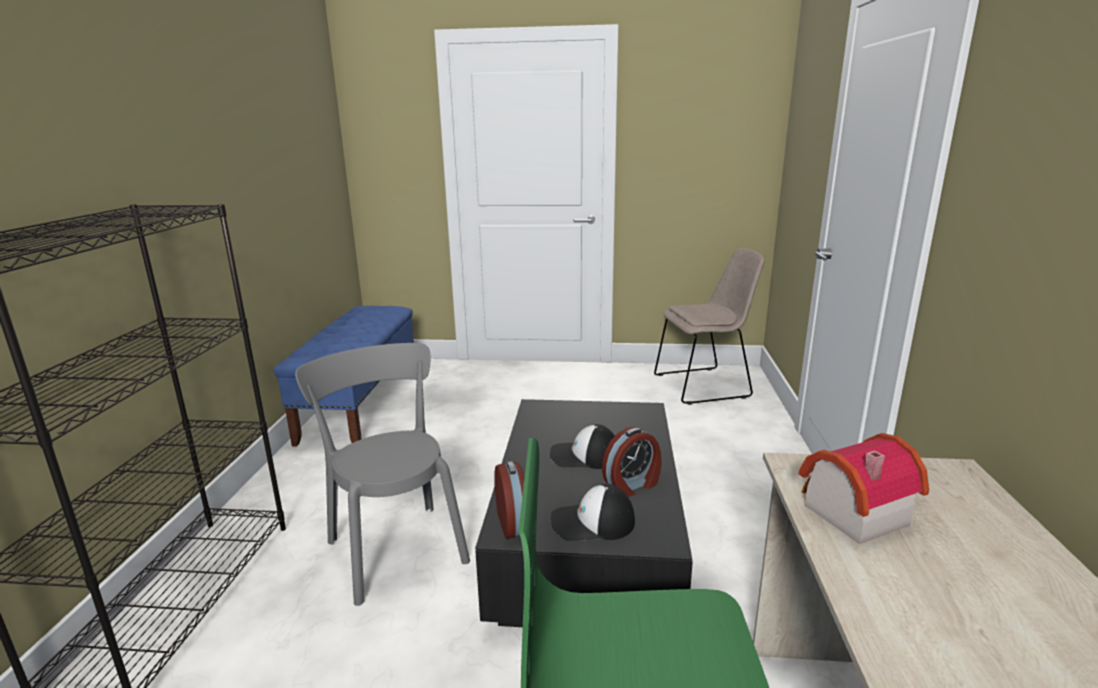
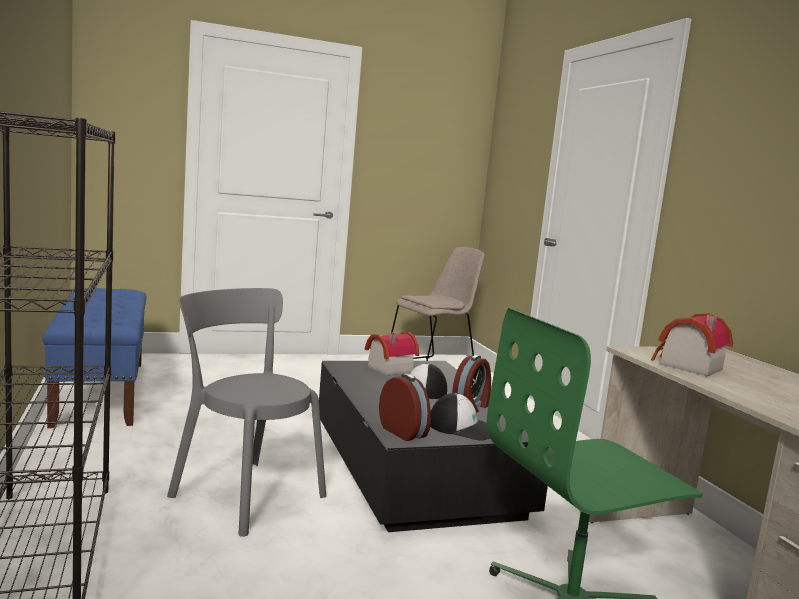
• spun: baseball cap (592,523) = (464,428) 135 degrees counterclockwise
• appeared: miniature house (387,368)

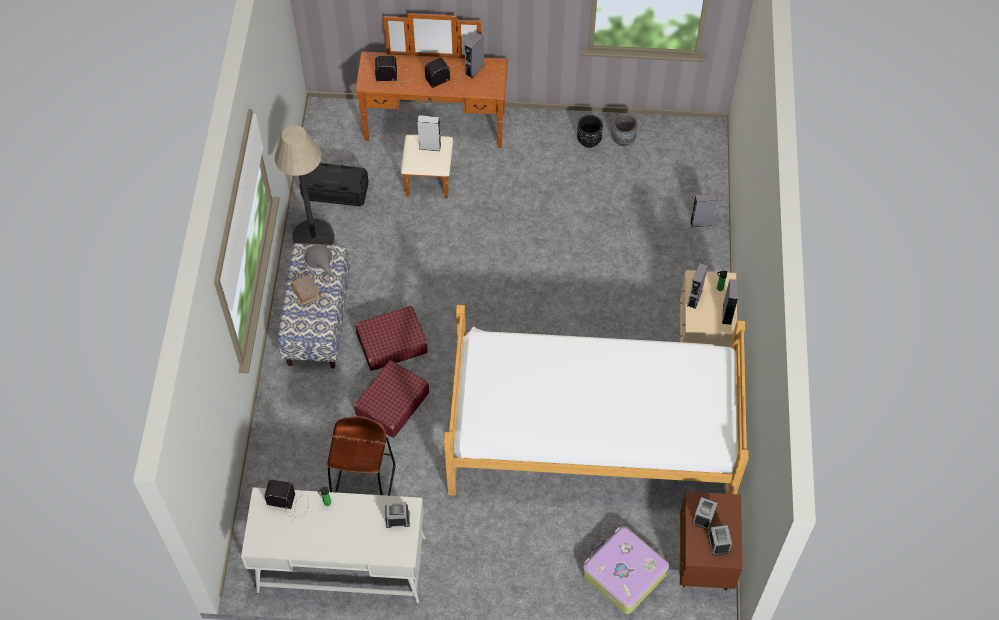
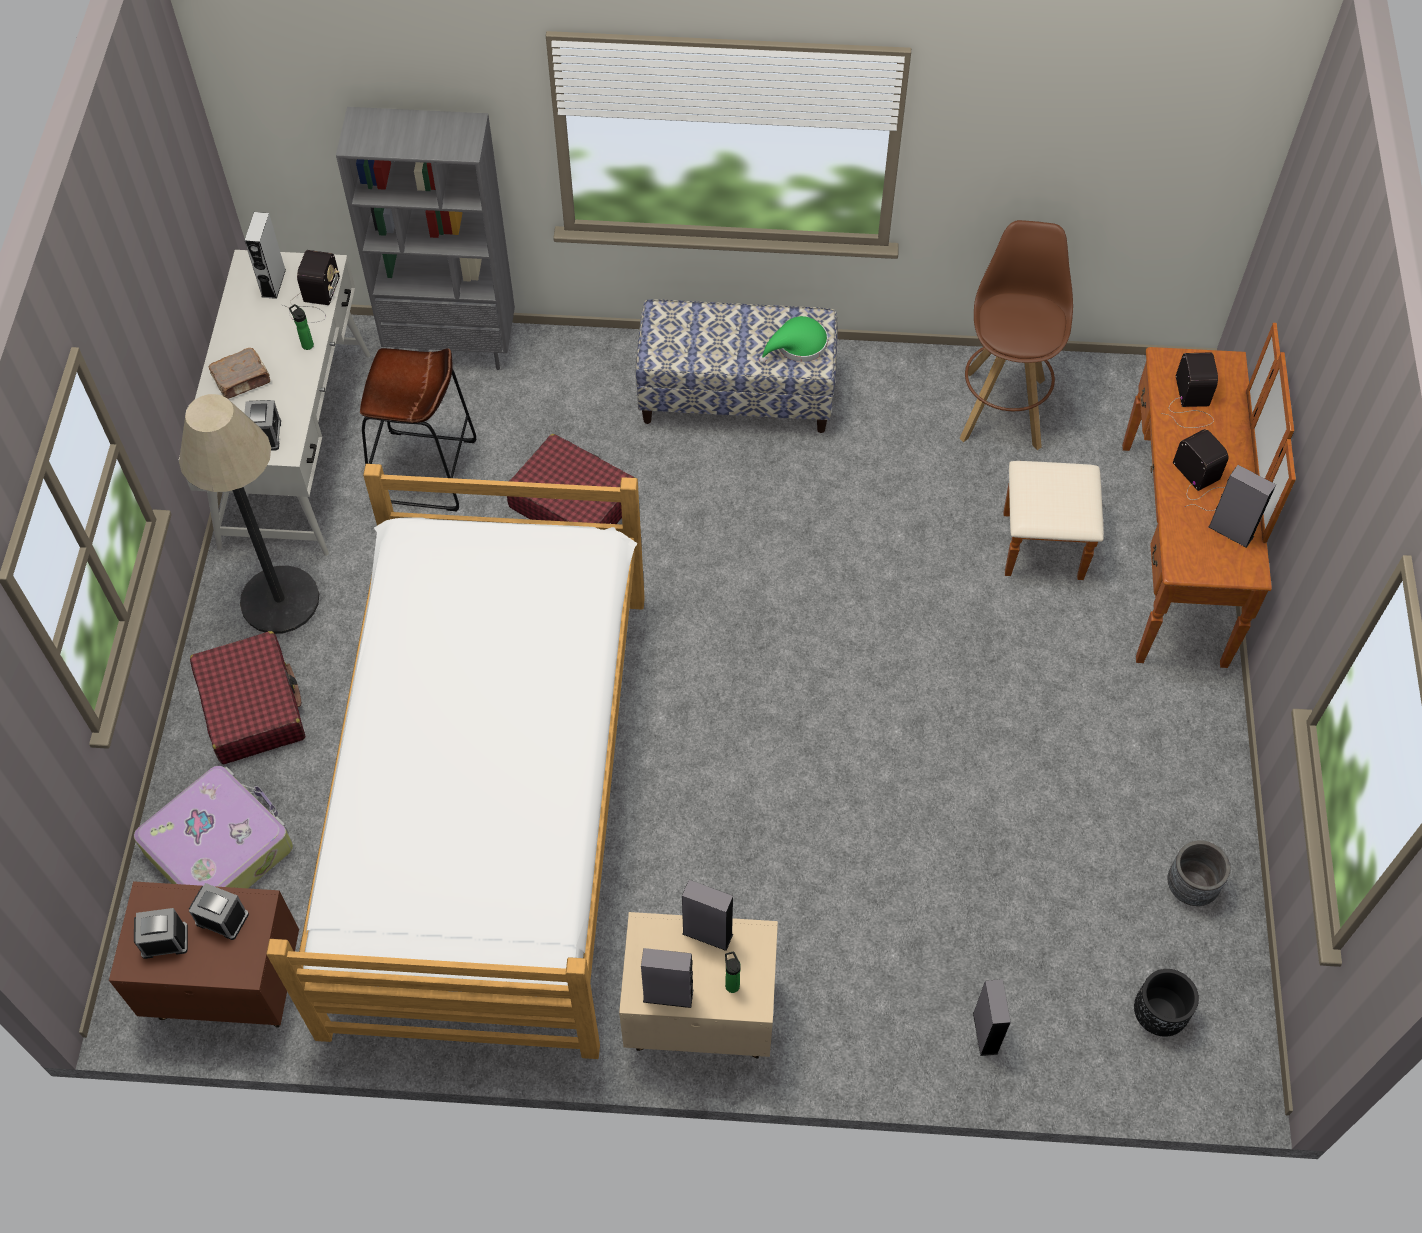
• relocated: standard lamp (313,236) to (280,600)
• relocated: brown bound book (307,292) to (242,380)
• exchanged: black storage box (335,191) to brown stool seat (1003,407)
• colour: greyish wearable hat (320,262) to green-coloured wearable hat (797,346)
• relocated: red-coloured piece of luggage (391,343) to (252,706)
• relocated: greyish loudspeaker (430,147) to (273,283)
• relocated: black flower pot (589,140) to (1158,1015)
• appeared: greyish bookcase (453,346)

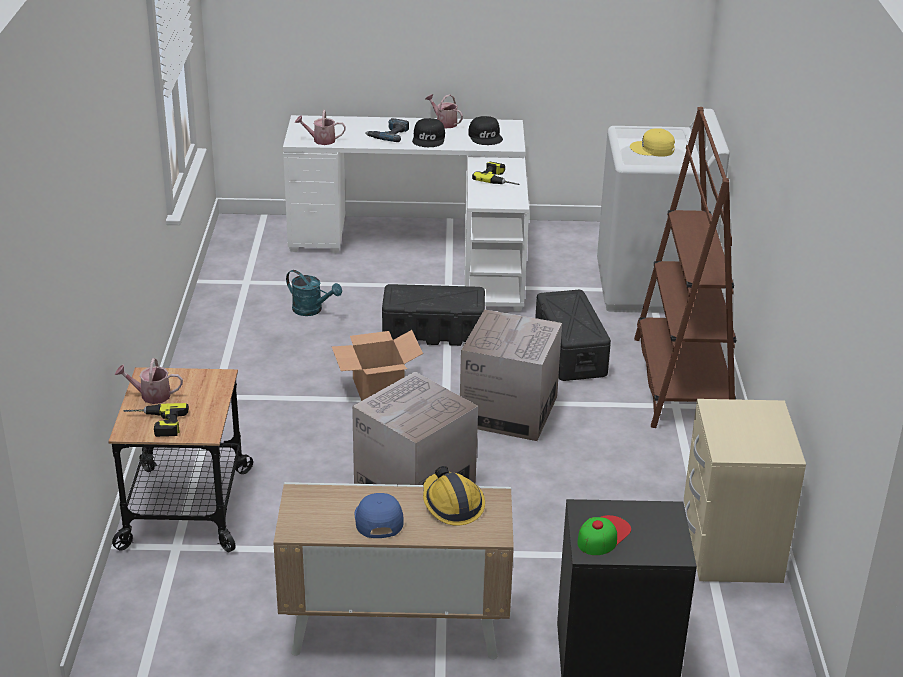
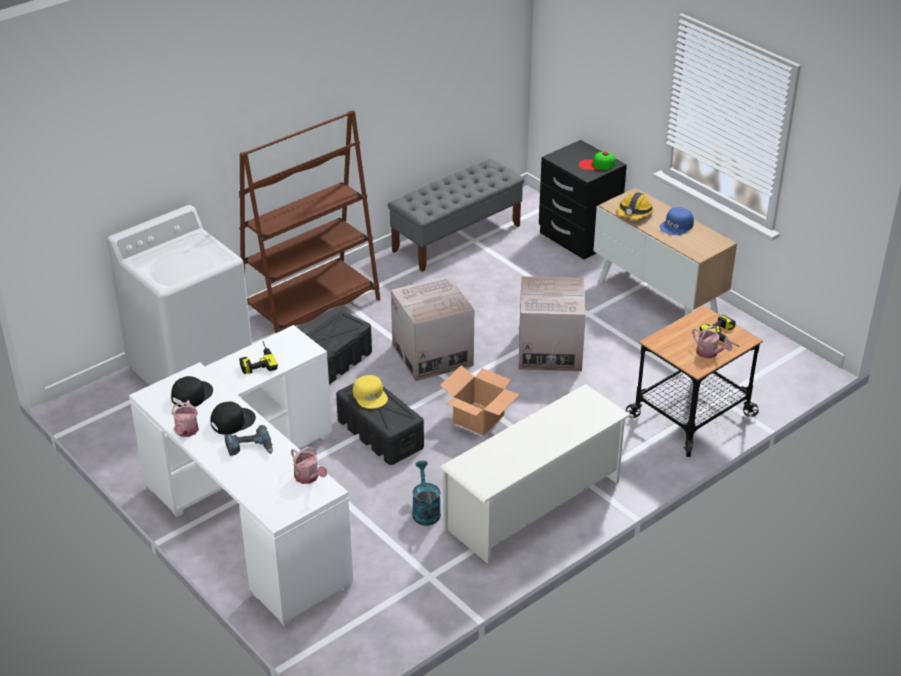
• relocated: yellowish baseball cap (652,149) to (370,395)
• exchanged: beige-coloured nightstand (730,547) to greyish indoor bench (457,238)
• appeared: whitish shoe shelf (534,505)

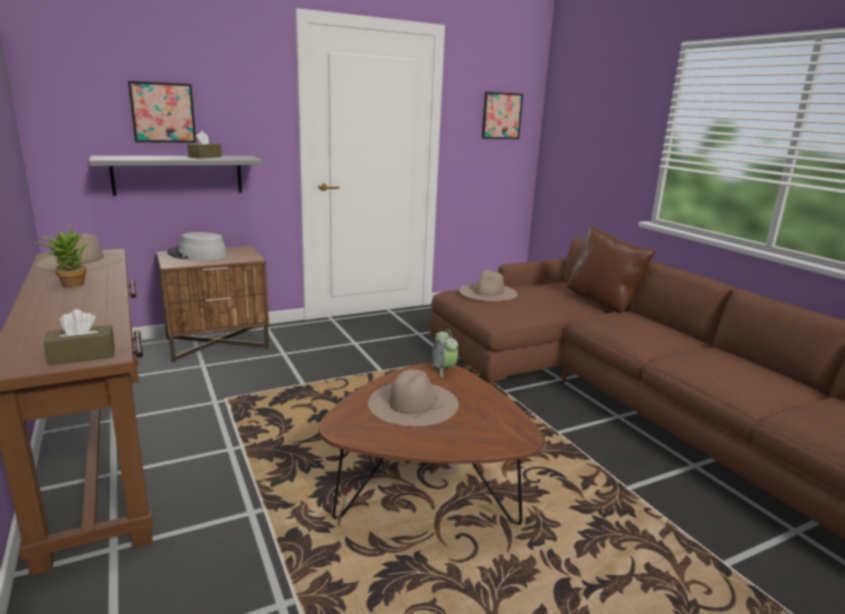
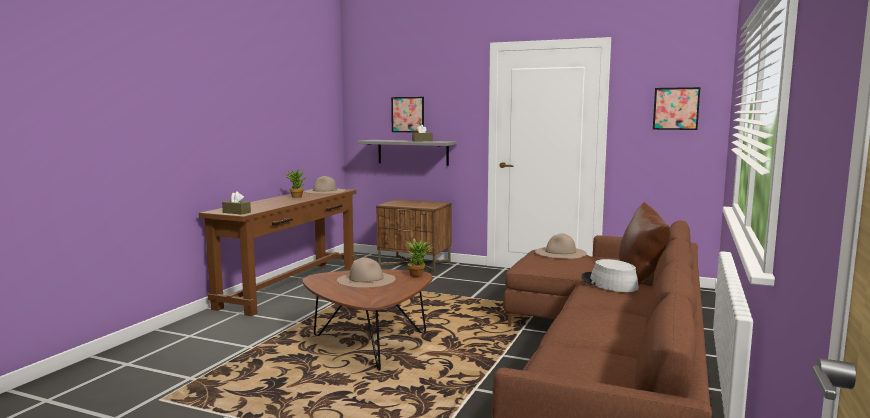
• relocated: greyish wearable hat (197,255) to (609,283)
• exchanged: table clock (443,369) to potted plant (419,275)

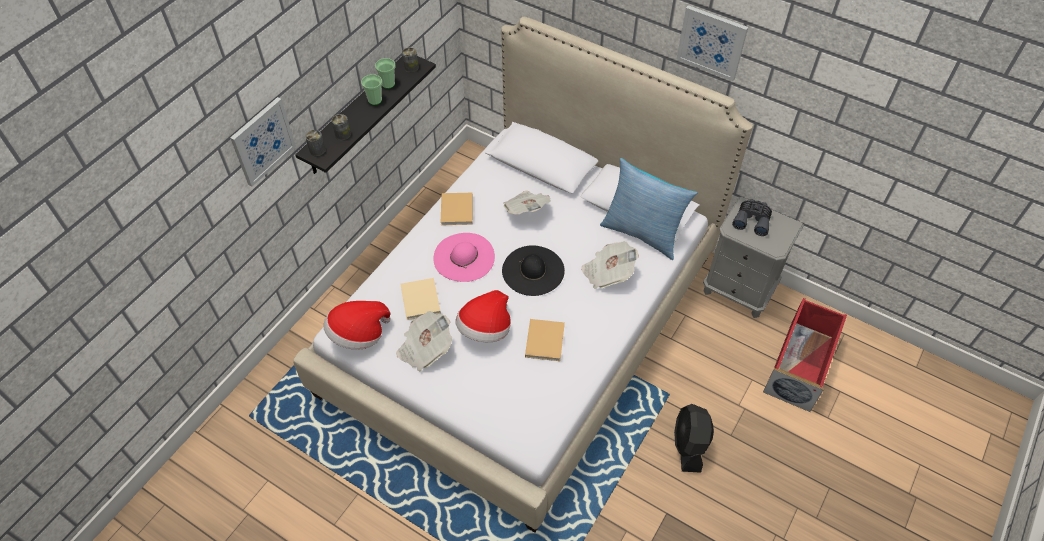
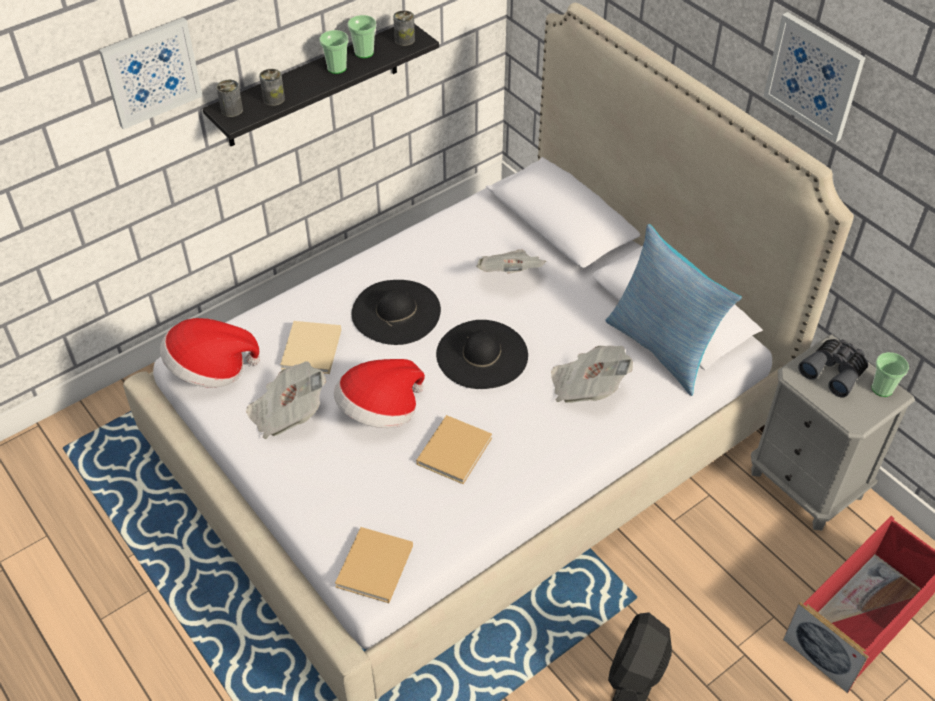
• colour: pinkish wearable hat (464,257) to black wearable hat (396,312)
• relocated: beige-coloured bound book (457,211) to (373,568)
• appeared: cup (882,388)

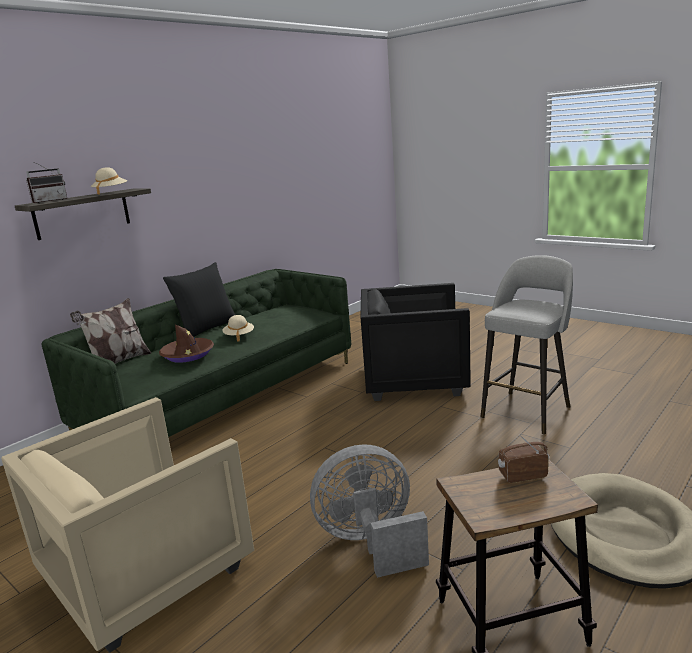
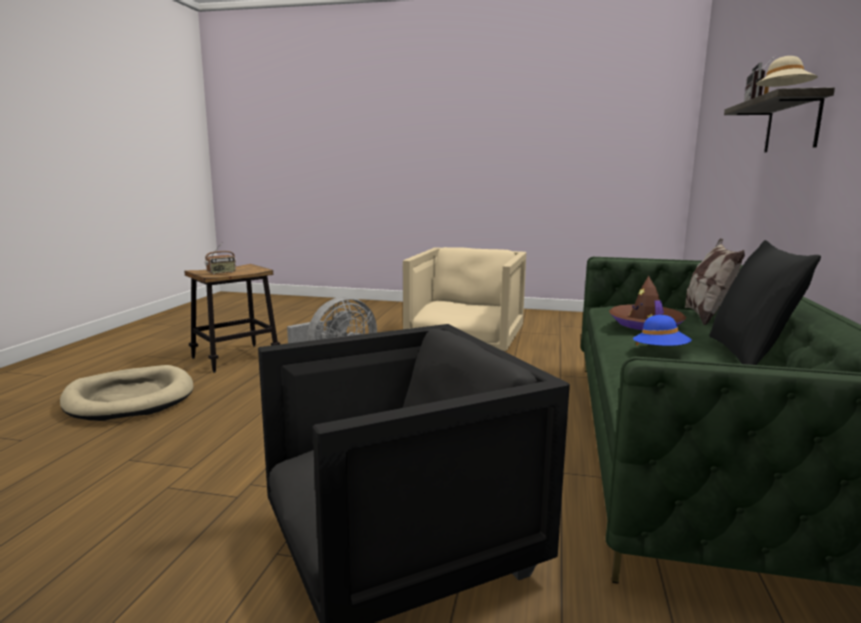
• colour: beige-coloured wearable hat (239,336) to blue wearable hat (660,352)
• missing: greyish stool seat (527,411)

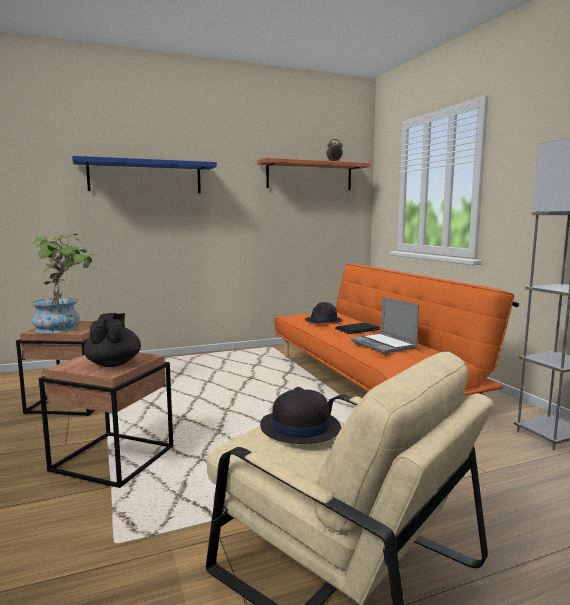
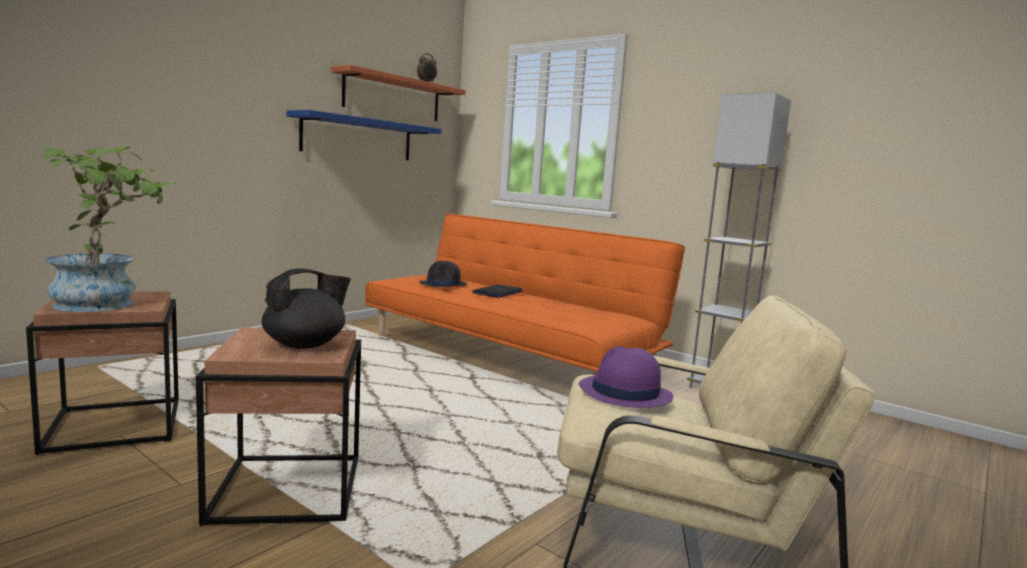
• relocated: blue wall shelf (145,177) to (358,138)
• spun: black teapot (114,364) = (306,345) 90 degrees clockwise
• colour: black wearable hat (300,427) to purple wearable hat (624,393)
• missing: notebook computer (384,345)

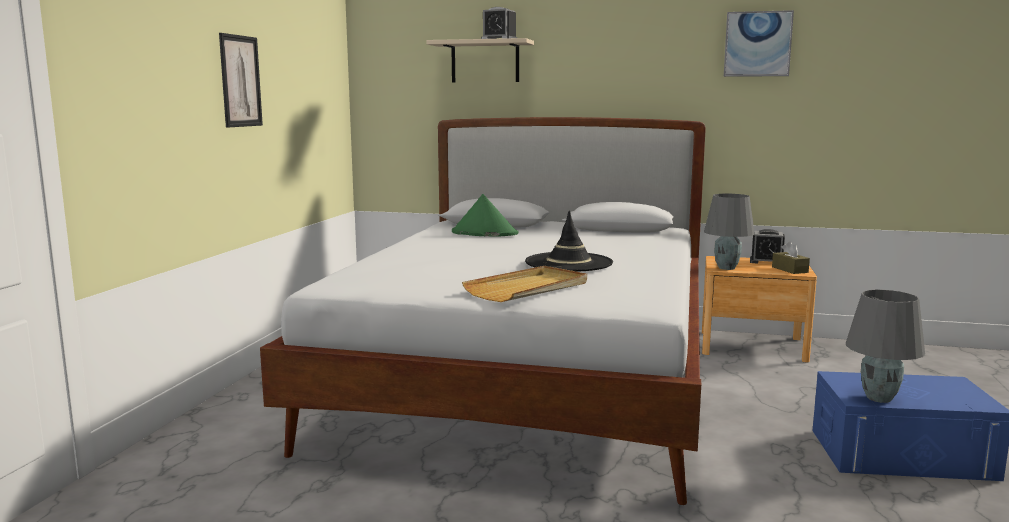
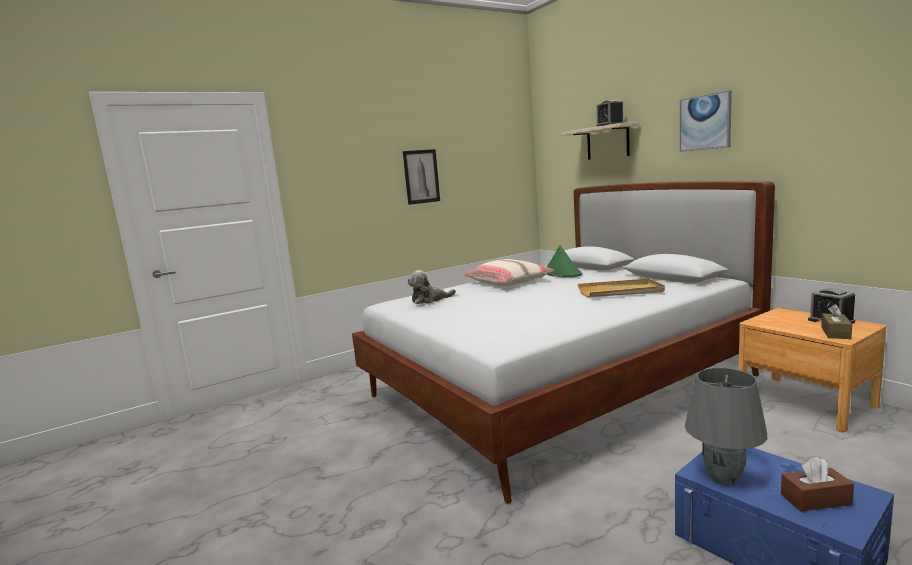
• relocated: beige-coloured tray (528,288) to (620,291)
• missing: black wearable hat (569,263)
• missing: greyish tabletop lamp (727,268)
• relocated: wall art (757,44) to (705,122)
• appeared: cuddly toy (430,300)
• appeared: beige-coloured cushion (508,282)
• appeared: brown tissue box (815,499)

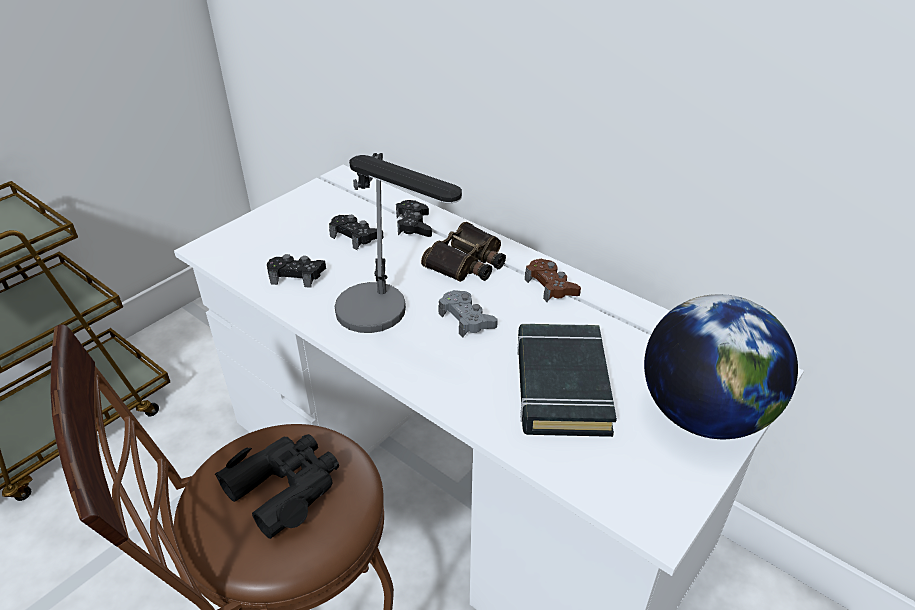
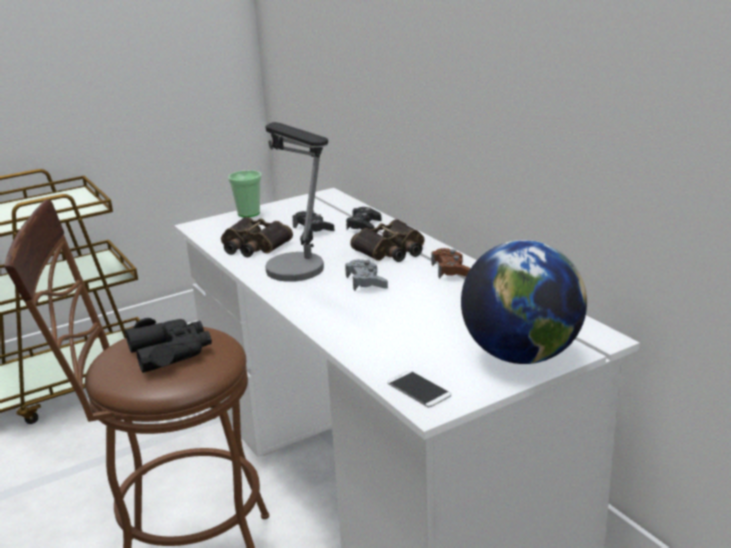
• exchanged: black joypad (297,275) to binoculars (253,246)
• missing: black bound book (561,385)
• appeared: cup (249,213)
• appeared: phone (418,390)

